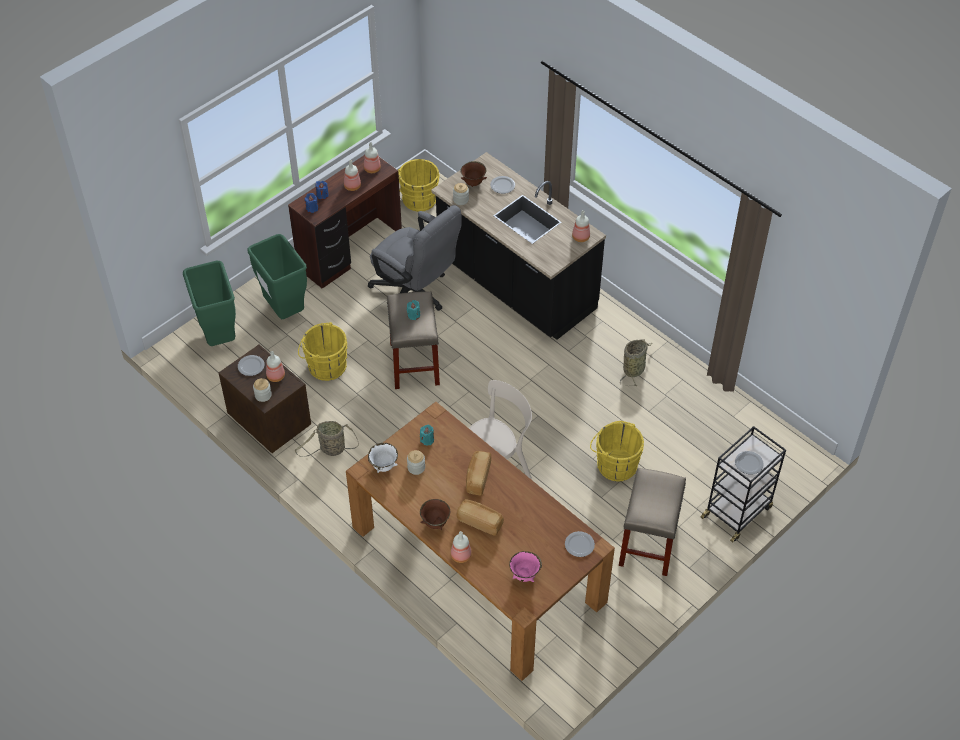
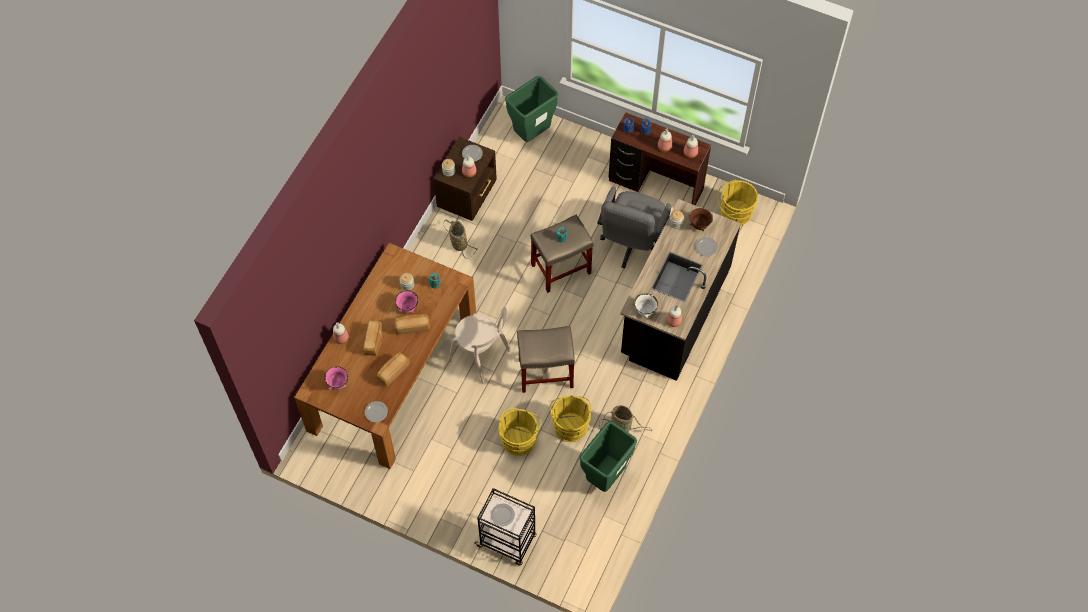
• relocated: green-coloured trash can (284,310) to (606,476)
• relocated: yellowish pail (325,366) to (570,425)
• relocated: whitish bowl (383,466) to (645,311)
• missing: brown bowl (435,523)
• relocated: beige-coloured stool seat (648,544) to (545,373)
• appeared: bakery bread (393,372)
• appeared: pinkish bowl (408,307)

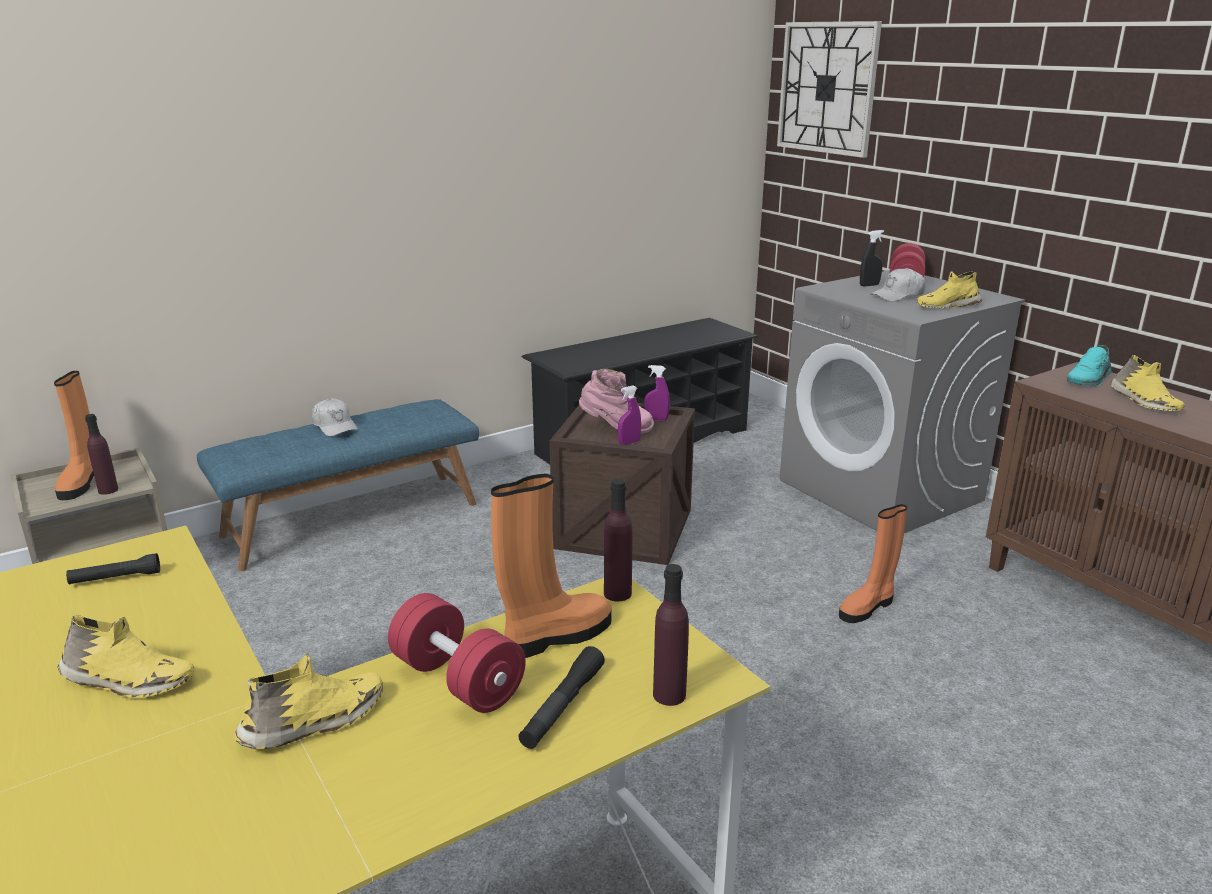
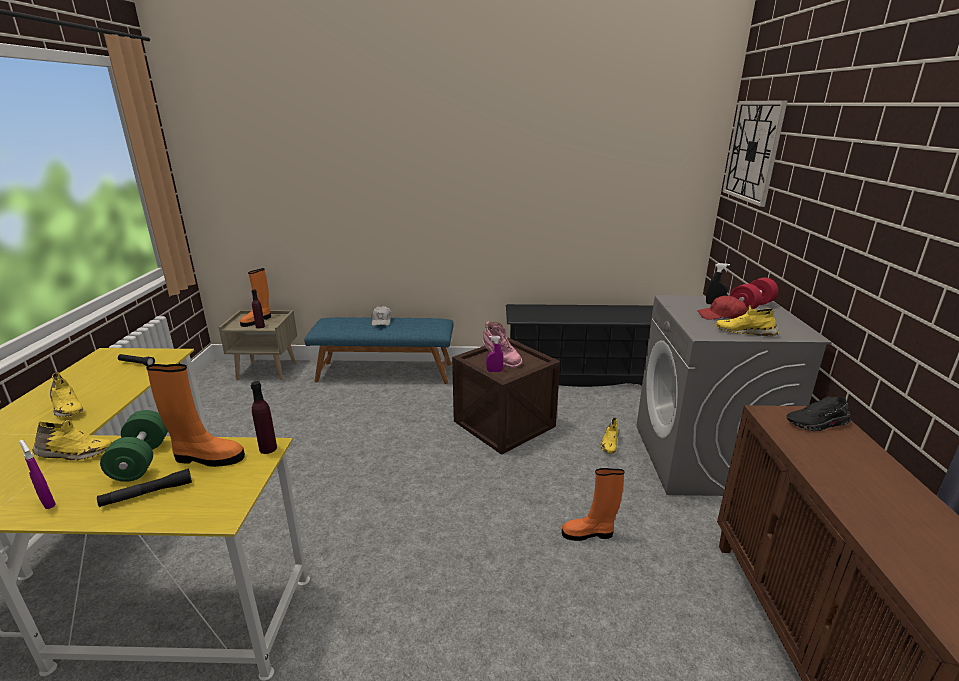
• colour: red-coloured hand weight (457,680) to green-coloured hand weight (141,460)
• relocated: purple sprayer (656,419) to (48,503)
• missing: purple bottle (669,694)
• colour: whitish baseball cap (898,295) to red-coloured baseball cap (721,316)
• colour: blue-green item of footwear (1089,380) to black item of footwear (817,424)
• relocated: yellowish item of footwear (1143,402) to (609,443)

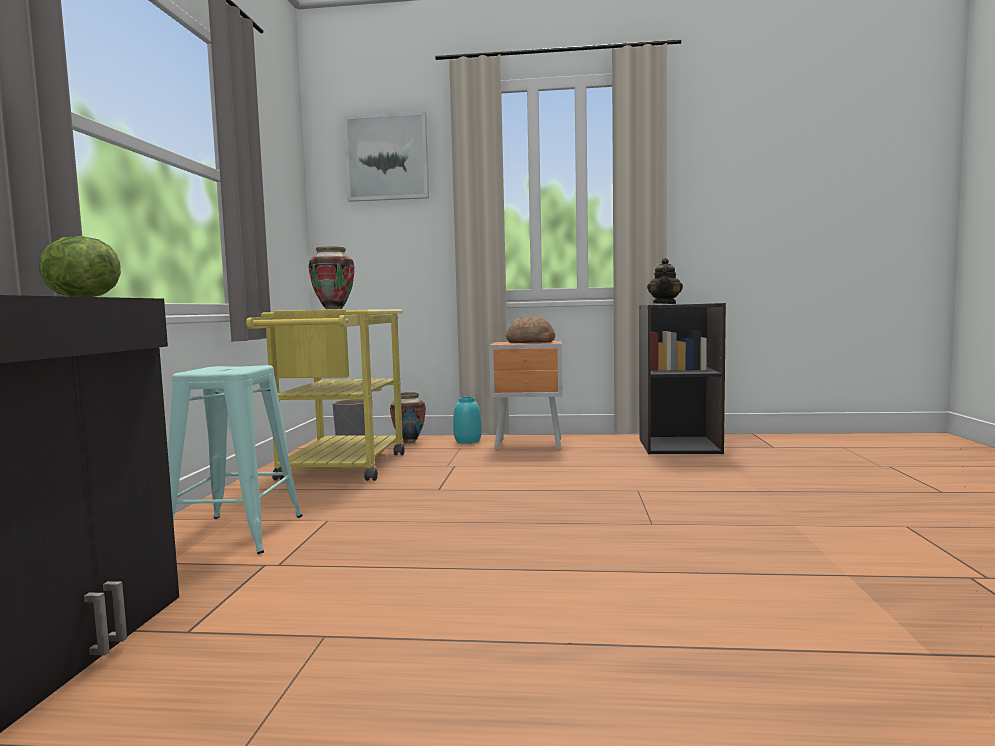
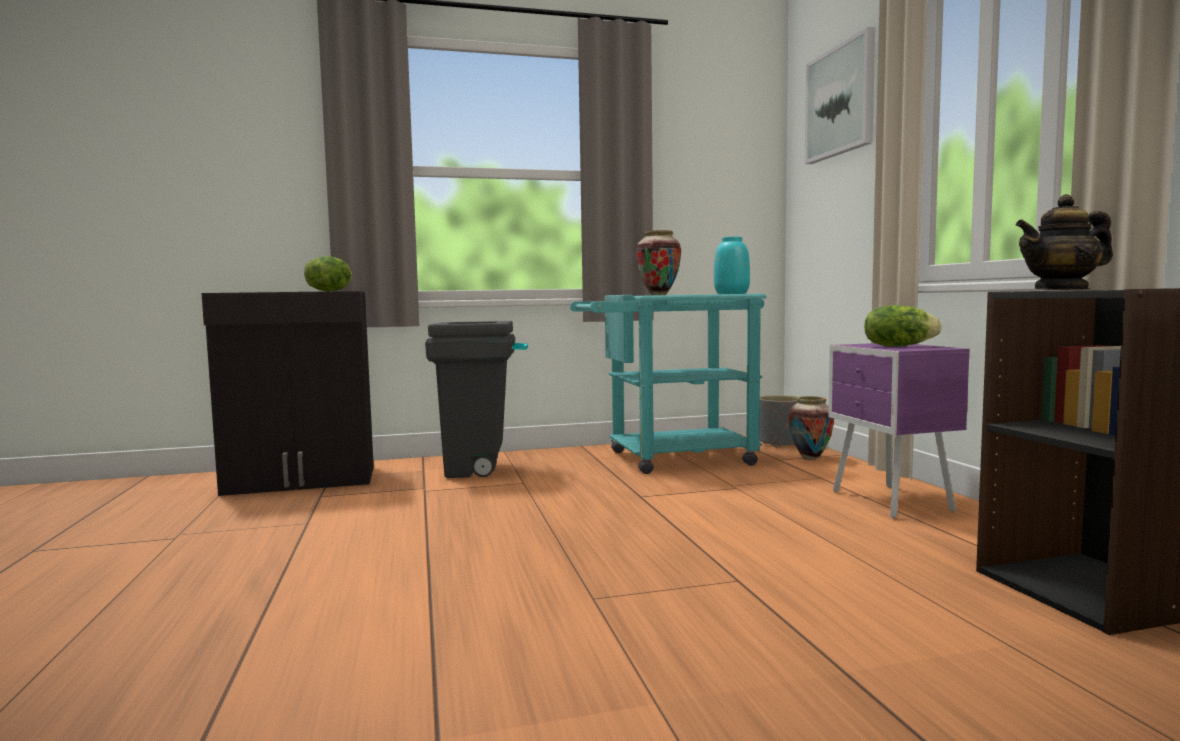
• exchanged: blue-green stool seat (236,534) to greyish trash can (481,470)
• colour: yellowish trolley (339,470) to blue-green trolley (668,459)
• relocated: blue-green vase (468,441) to (731,294)
• colour: orangey nightstand (530,445) to purple nightstand (891,502)
• exchanged: bakery bread (530,342) to head of lettuce (898,346)

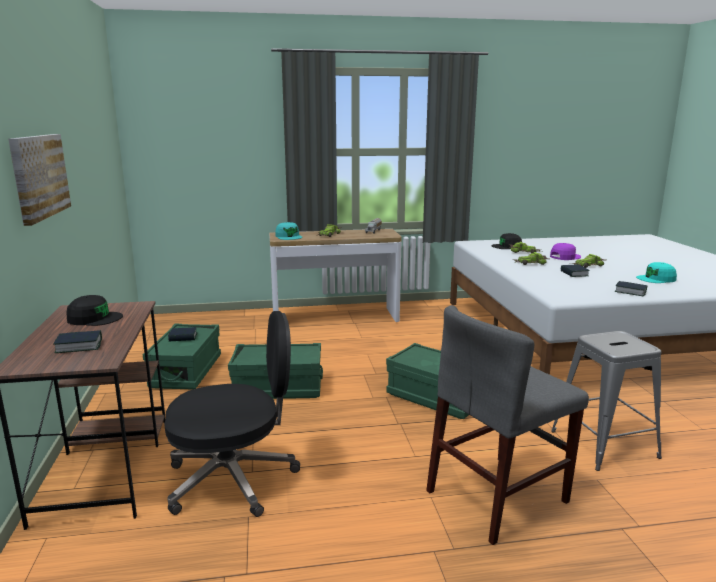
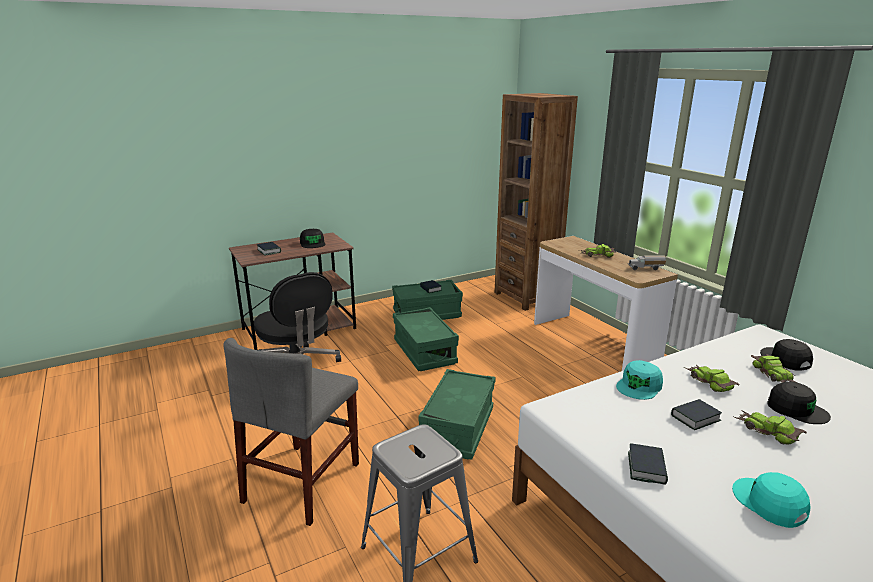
• missing: wall art (39,176)
• relocated: blue-green baseball cap (288,236) to (639,386)
• spun: greyish upright chair (497,496) = (302,482) 105 degrees counterclockwise
• colour: purple baseball cap (564,257) to black baseball cap (796,409)
• appeared: brown bookcase (526,297)

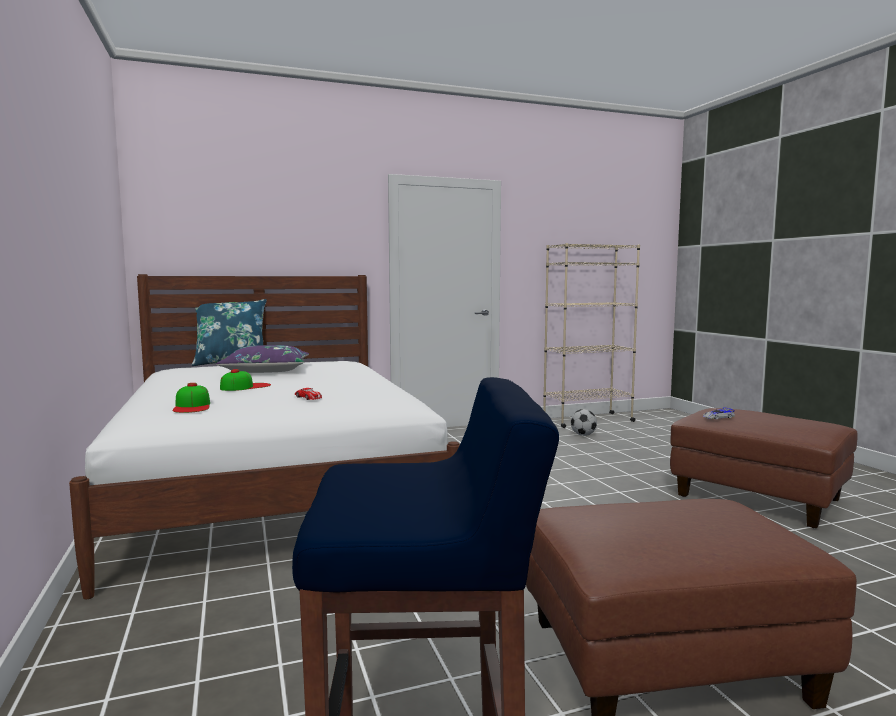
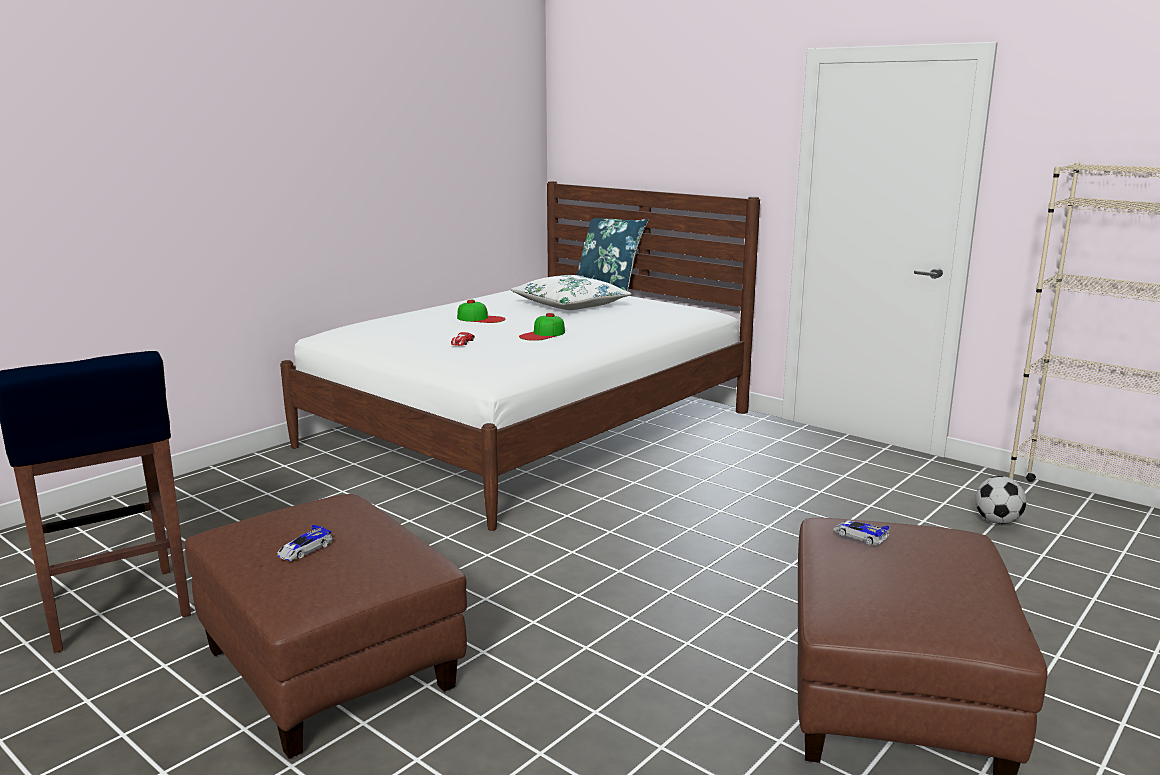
• relocated: baseball cap (192,406) to (542,334)
• colour: purple cushion (266,371) to whitish cushion (570,305)
• appeared: toy car (304,549)

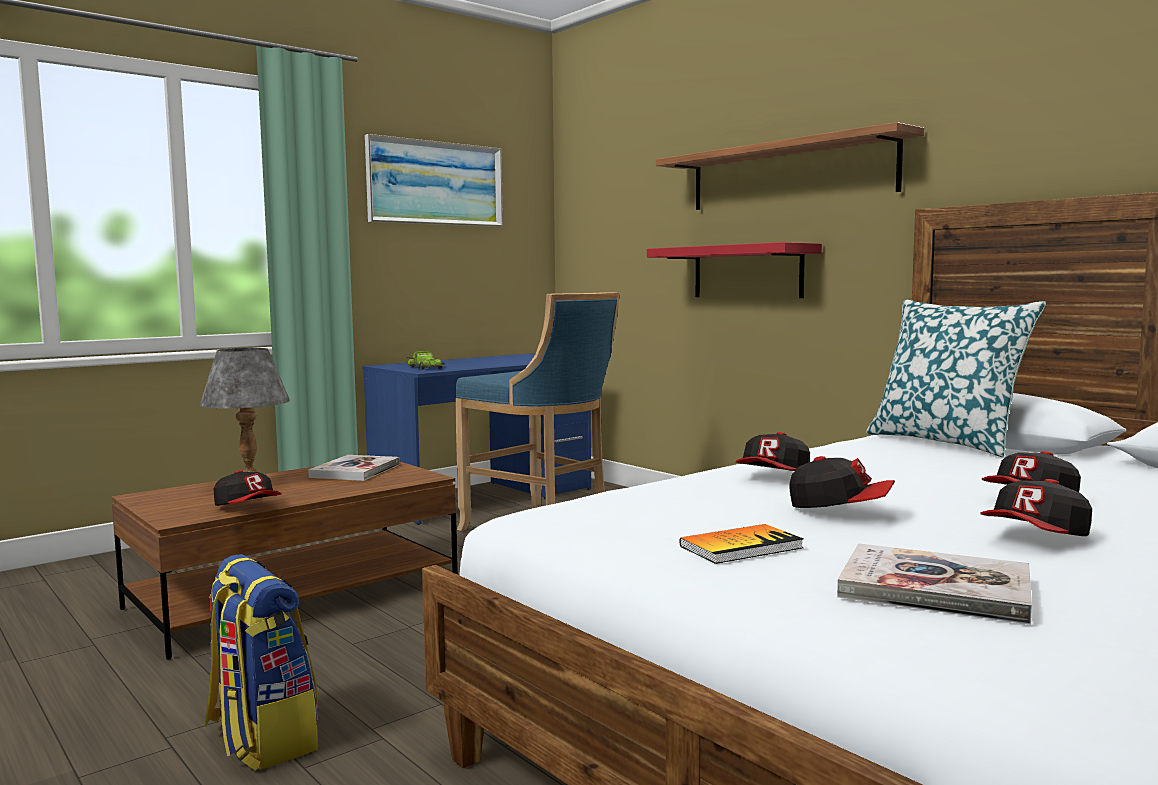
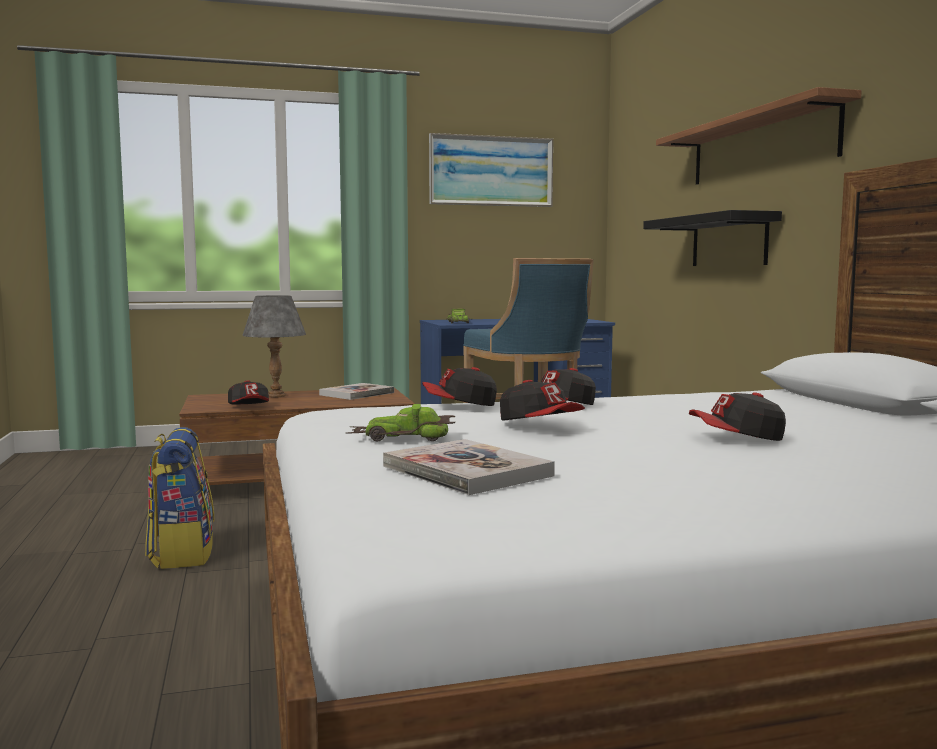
• colour: red-coloured wall shelf (747,272) to black wall shelf (729,241)
• exchanged: bound book (741,547) to toy car (402,437)
• missing: cushion (946,442)
• relocated: baseball cap (1036,537) to (459,405)

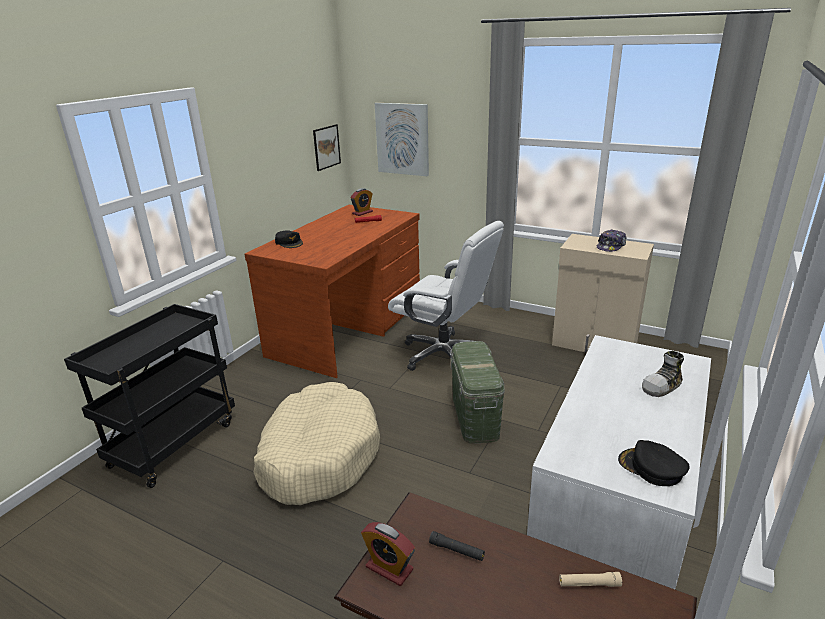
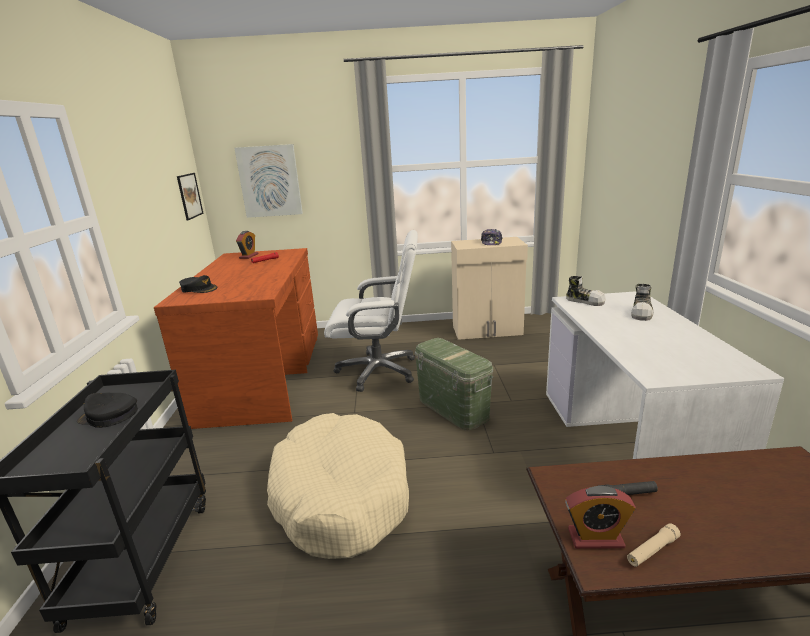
• relocated: beige-coloured flashlight (589,584) to (652,550)
• relocated: black baseball cap (651,468) to (109,415)
• appeared: item of footwear (585,301)

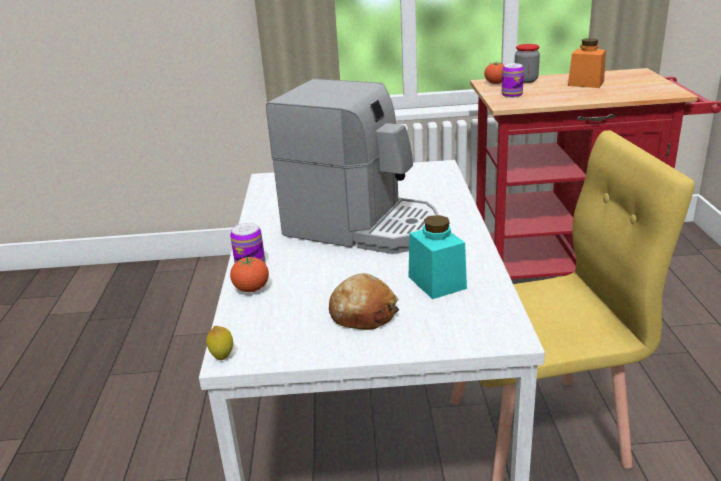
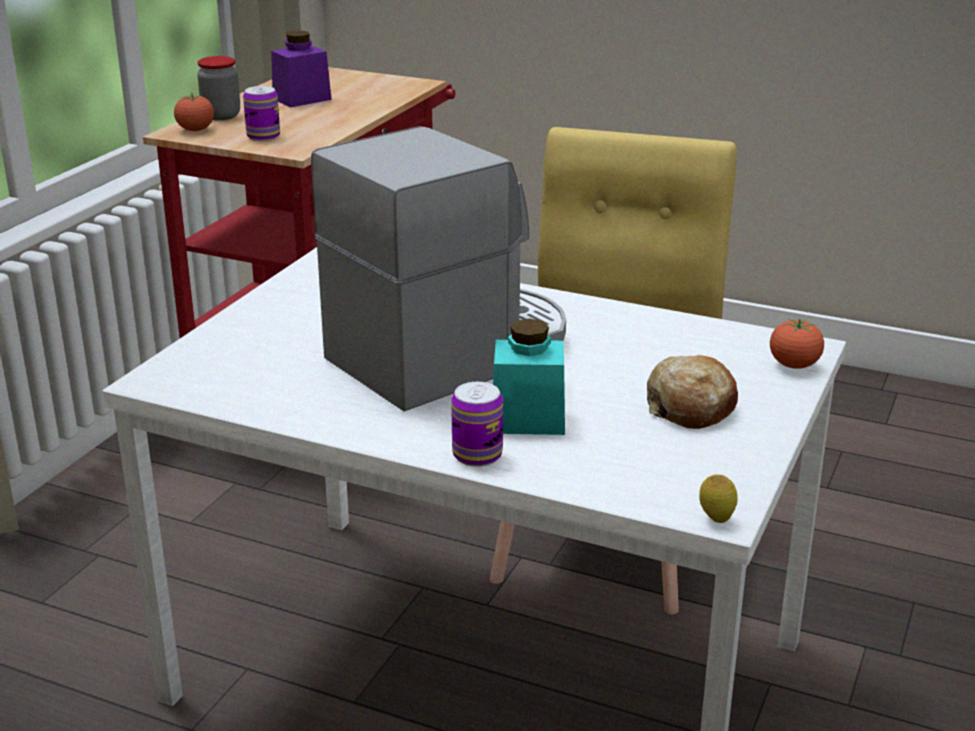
• relocated: whole tomato (251,289) to (794,365)
• relocated: blue-green jar (437,282) to (528,419)
• colour: orangey jar (586,83) to purple jar (302,99)

